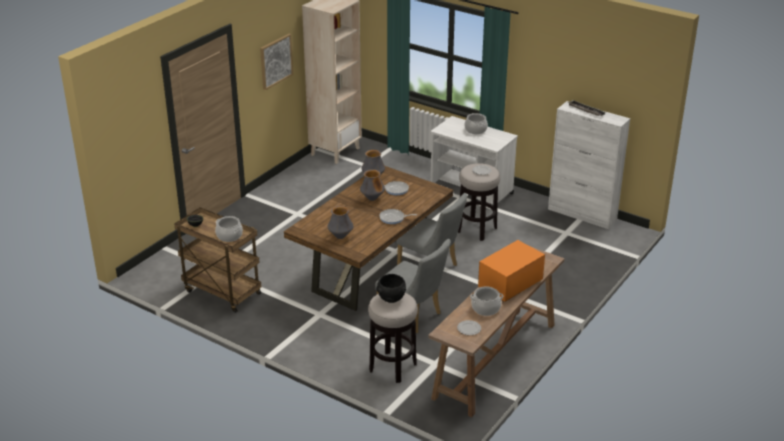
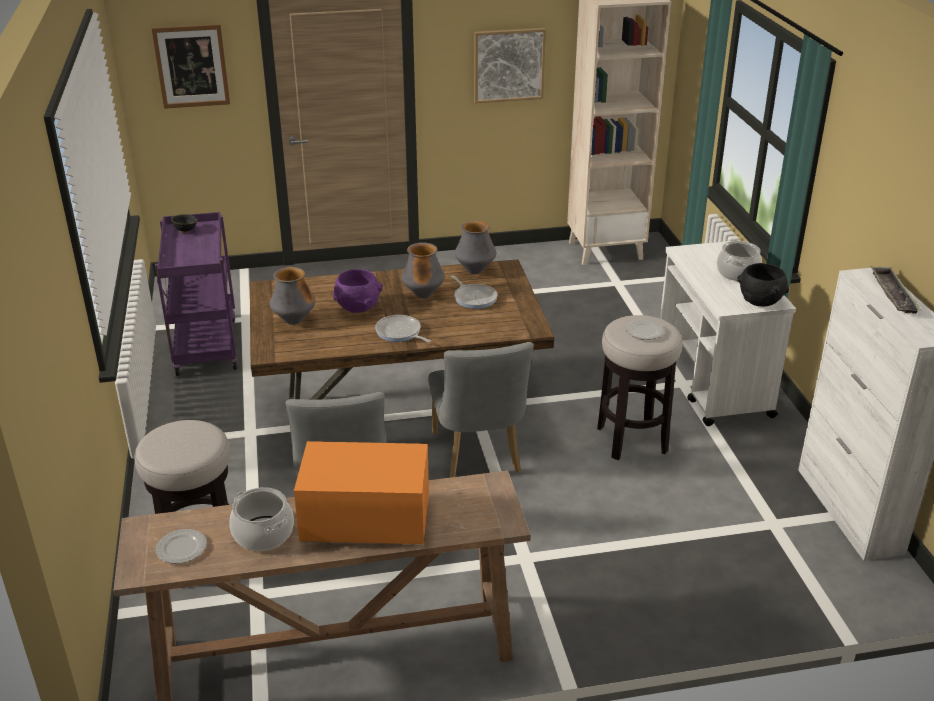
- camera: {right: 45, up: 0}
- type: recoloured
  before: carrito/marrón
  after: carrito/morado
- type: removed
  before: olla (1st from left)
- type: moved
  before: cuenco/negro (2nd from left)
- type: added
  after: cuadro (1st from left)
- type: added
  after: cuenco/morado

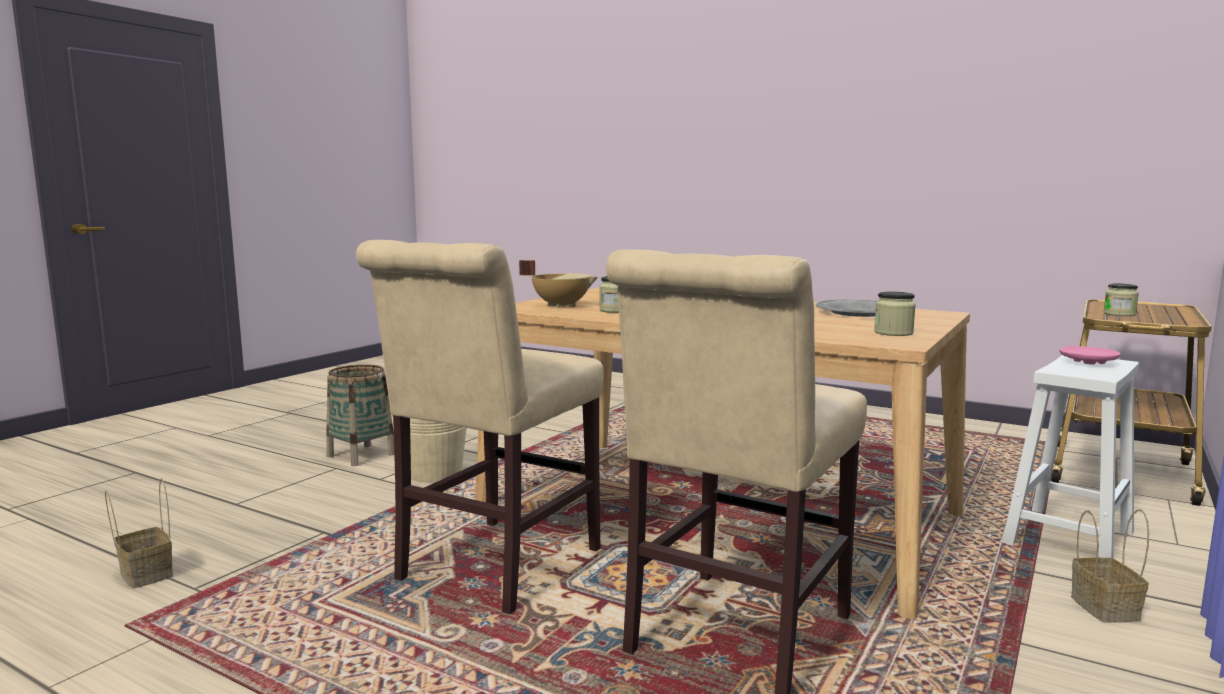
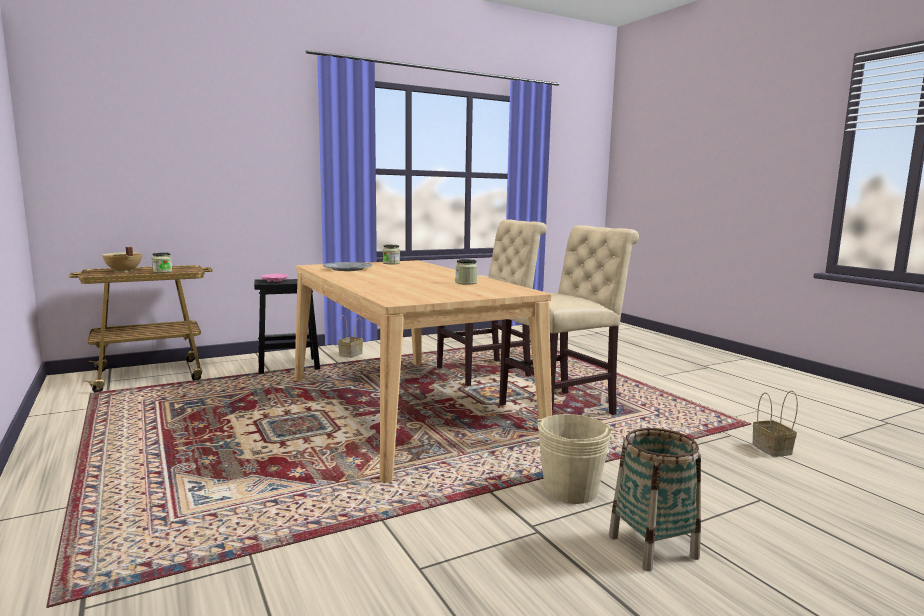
- camera: {right: -150, up: 0}
- type: moved
  before: olla/beis
- type: recoloured
  before: taburete/blanco
  after: taburete/negro

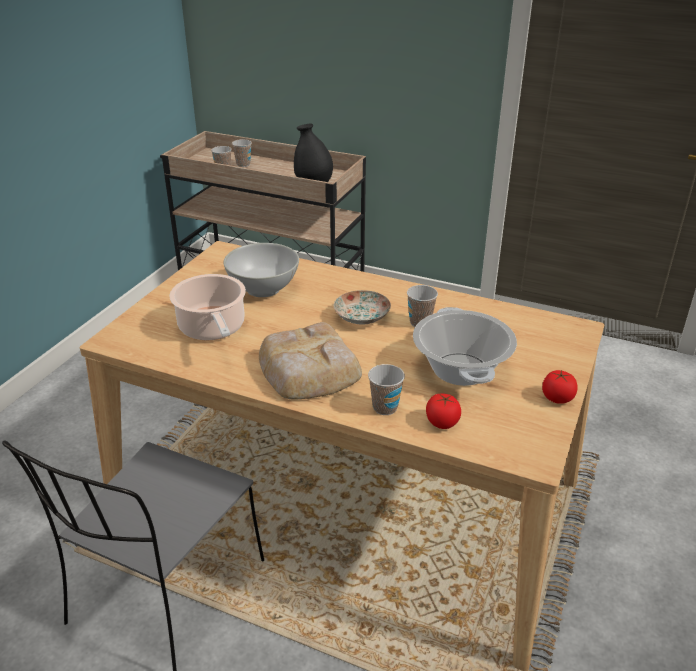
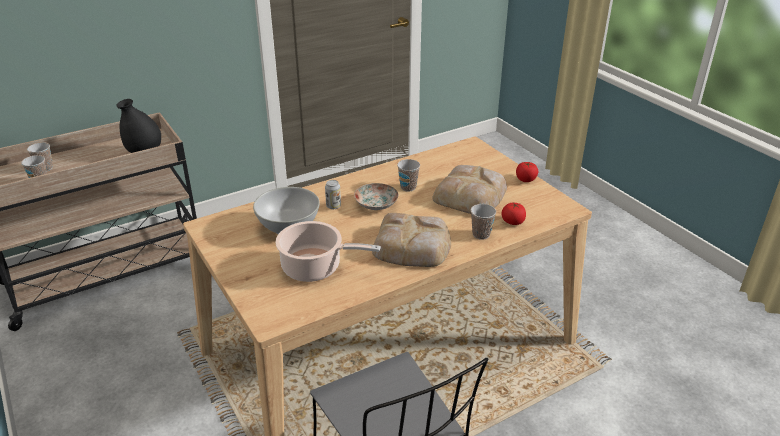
- camera: {right: -55, up: 0}
- type: replaced
  before: olla (2nd from left)
  after: pan (2nd from left)
- type: added
  after: lata

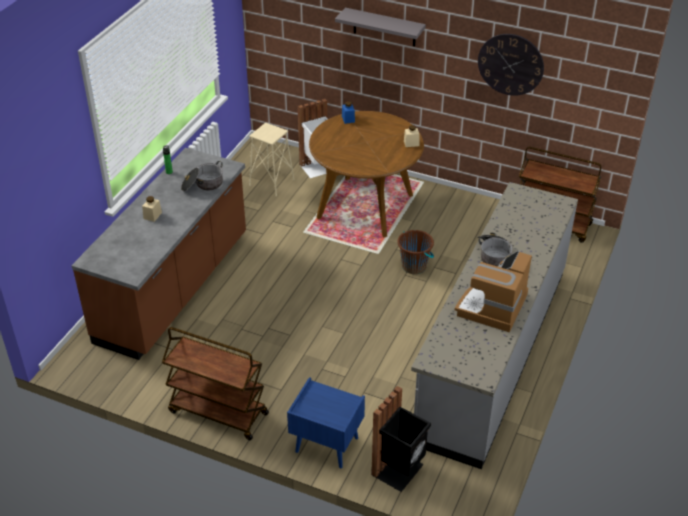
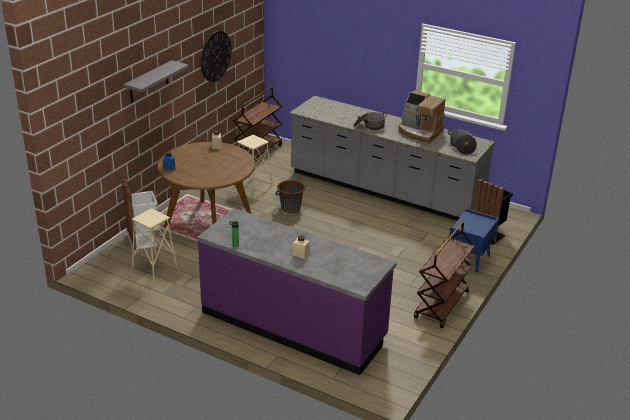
- camera: {right: -85, up: -10}
- type: recoloured
  before: mueble bajo de cocina/marrón
  after: mueble bajo de cocina/morado
- type: moved
  before: olla (1st from left in the first image)
  after: olla (2nd from left)
- type: added
  after: taburete/beis (2nd from left)

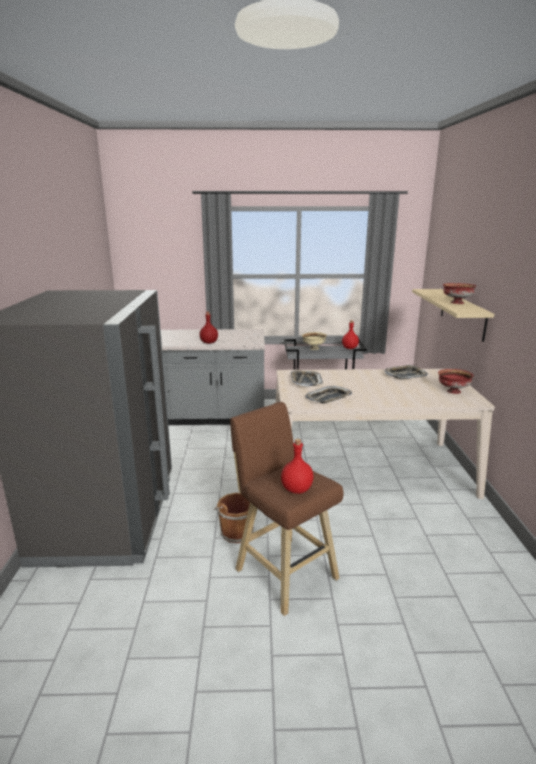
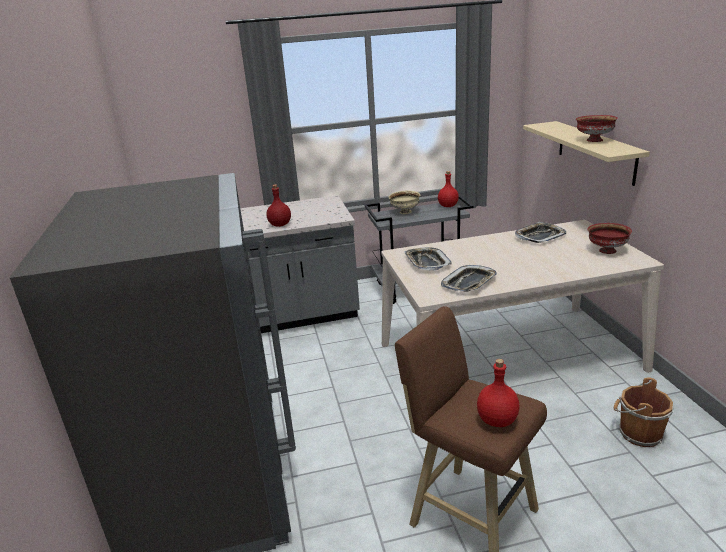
- camera: {right: -10, up: 5}
- type: moved
  before: cubo/marrón

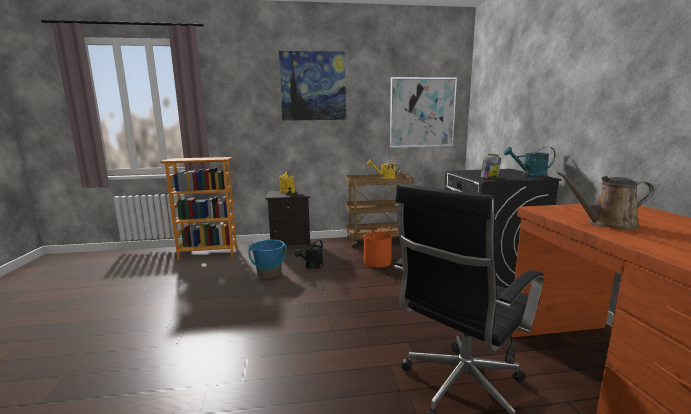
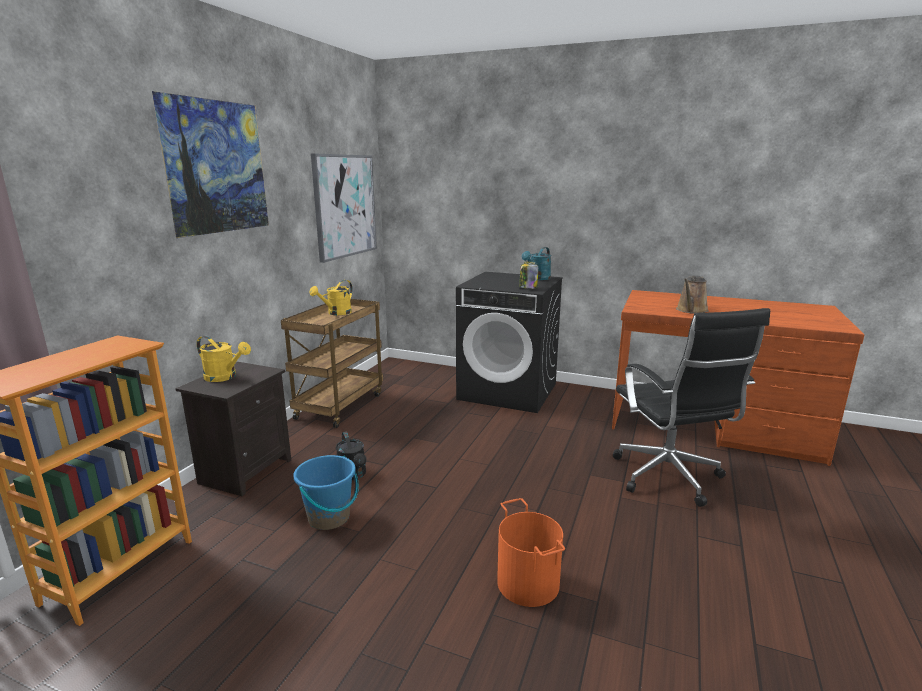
- camera: {right: -60, up: 5}
- type: moved
  before: cubo/naranja

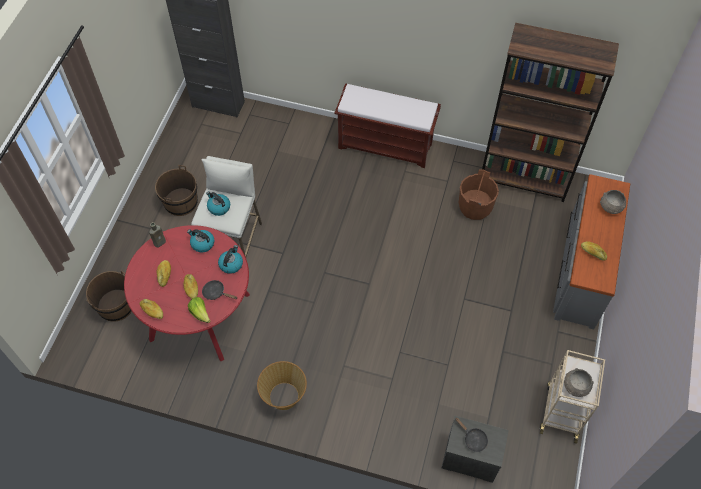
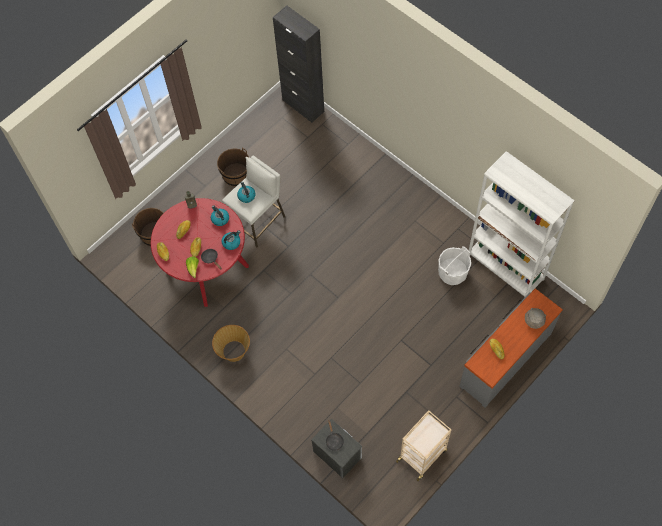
- camera: {right: 30, up: 5}
- type: recoloured
  before: estantería/marrón
  after: estantería/blanco
- type: removed
  before: banco/marrón
- type: recoloured
  before: cubo/marrón (3rd from left)
  after: cubo/blanco
- type: removed
  before: cuenco/gris (1st from left)

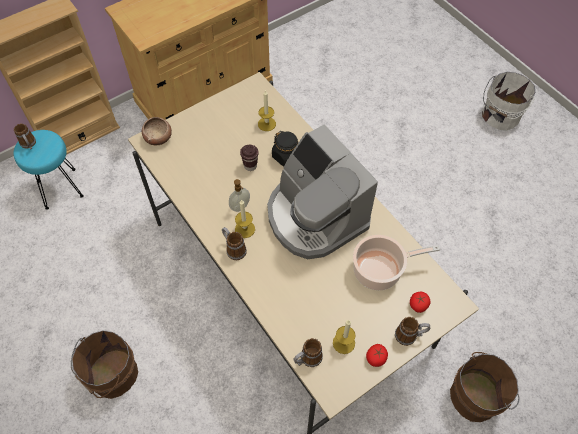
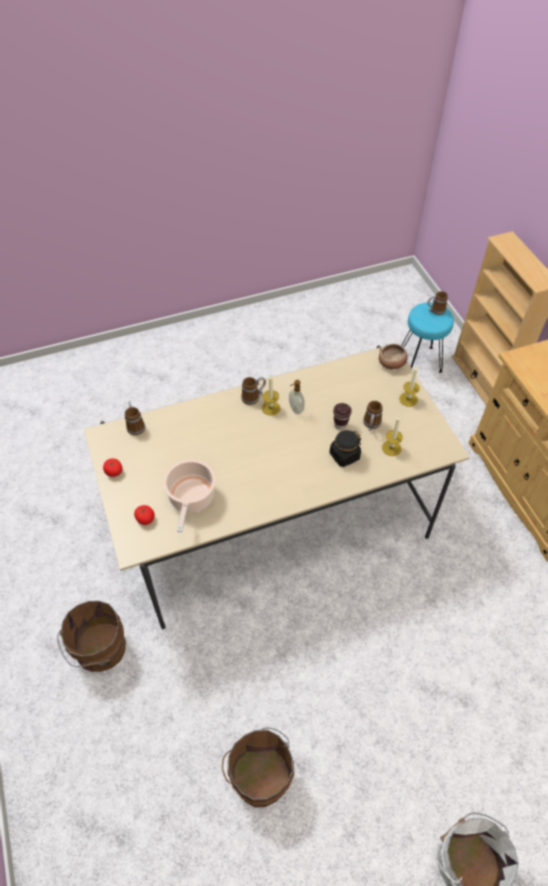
- camera: {right: 105, up: -5}
- type: removed
  before: cafetera
- type: moved
  before: taza grande (4th from left in the first image)
  after: taza grande (3rd from left)
- type: moved
  before: vela (3rd from left)
- type: moved
  before: cubo/marrón (1st from left in the first image)
  after: cubo/marrón (2nd from left)

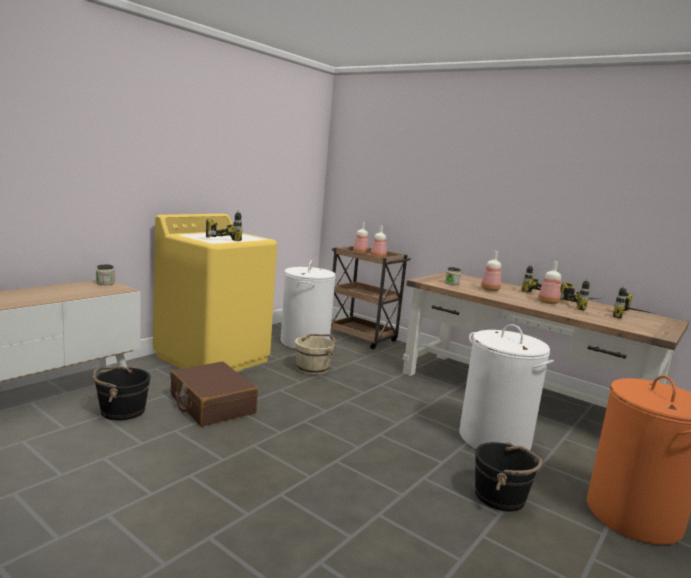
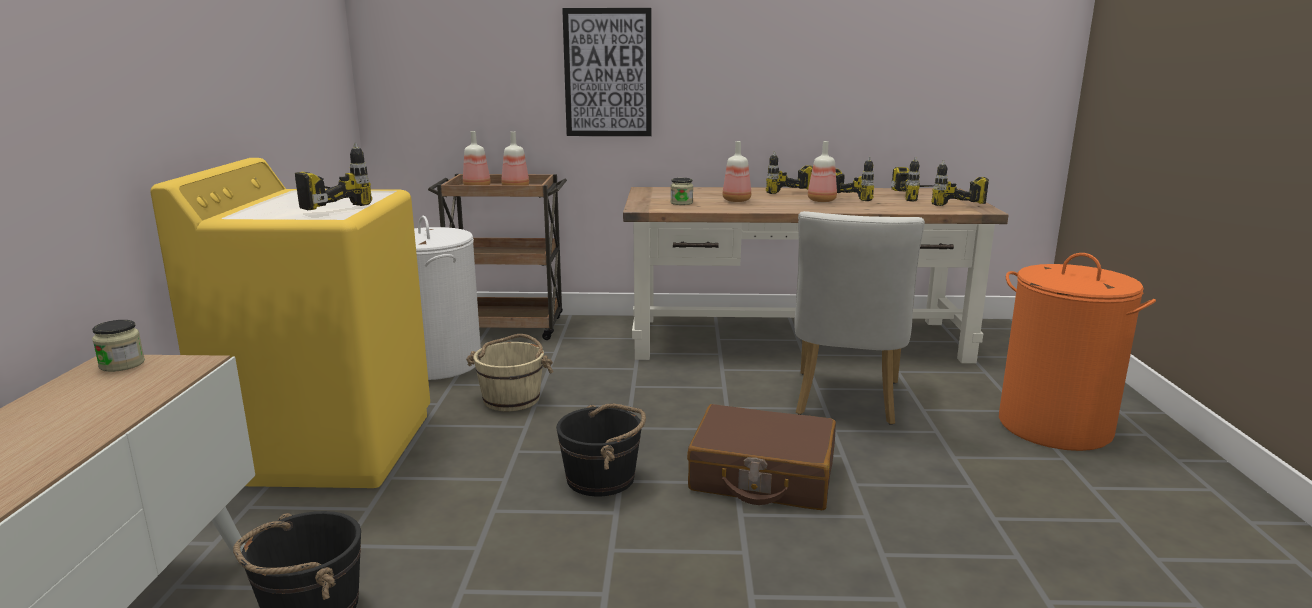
- camera: {right: -35, up: 5}
- type: replaced
  before: cesto de la ropa/blanco (2nd from left)
  after: silla/blanco
- type: moved
  before: maleta/marrón
- type: moved
  before: cubo/negro (2nd from left)
- type: added
  after: cuadro
- type: added
  after: taladro (5th from left)

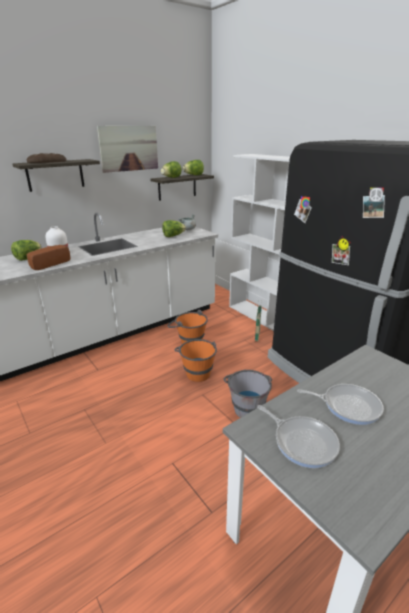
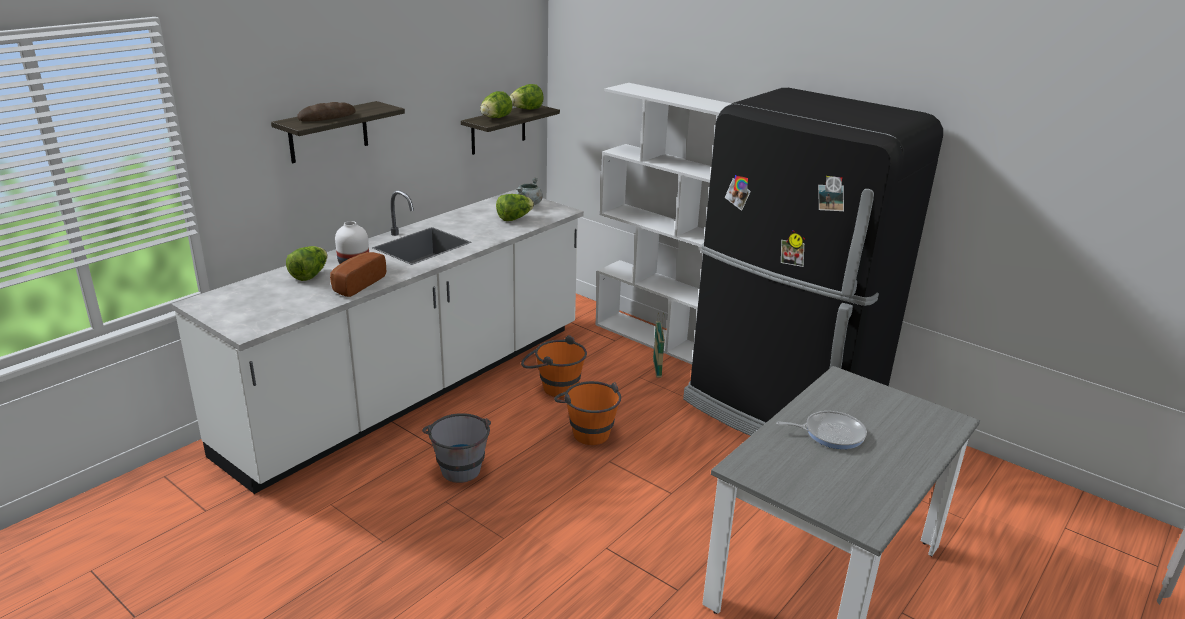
- camera: {right: -15, up: 0}
- type: removed
  before: cuadro
- type: moved
  before: cubo/gris
- type: removed
  before: sartén (1st from left)

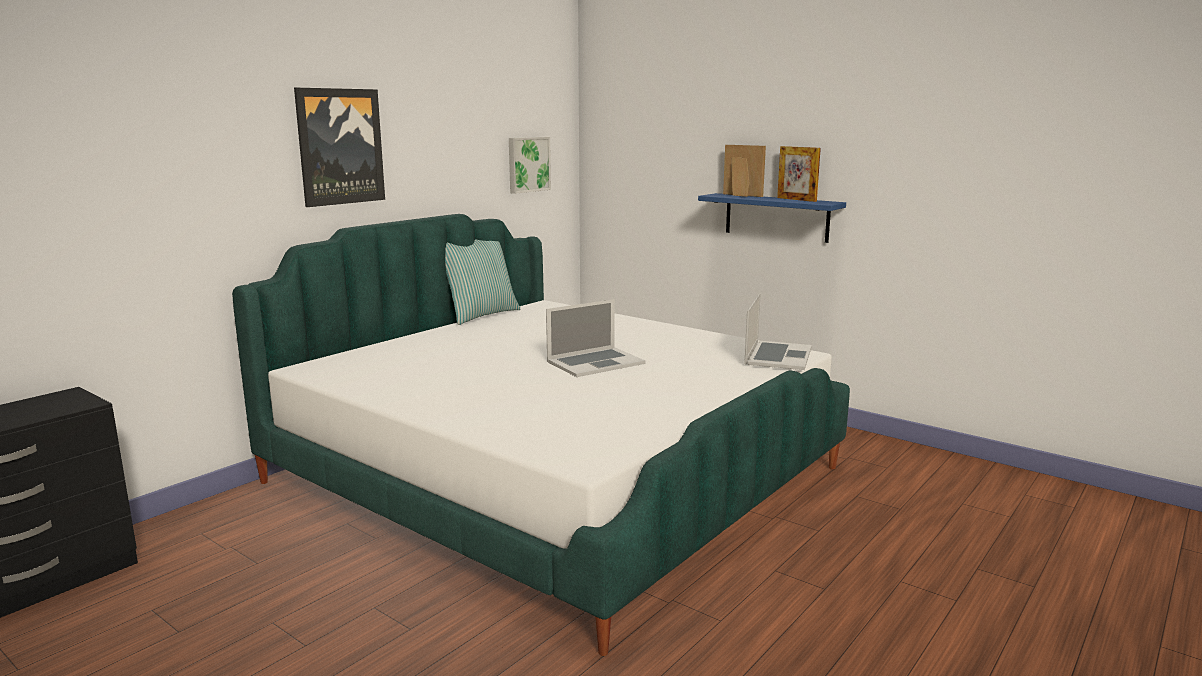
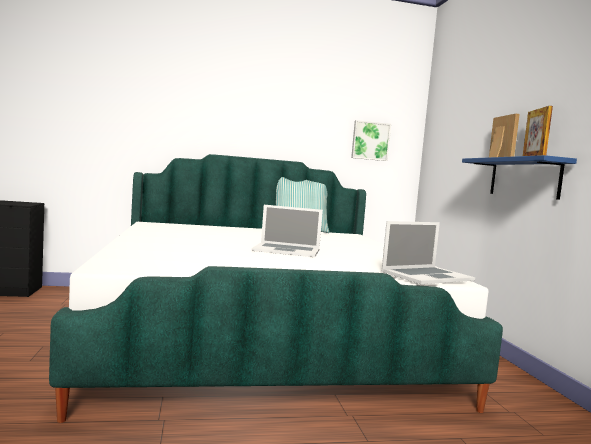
- camera: {right: 40, up: -10}
- type: removed
  before: cuadro (1st from left)

